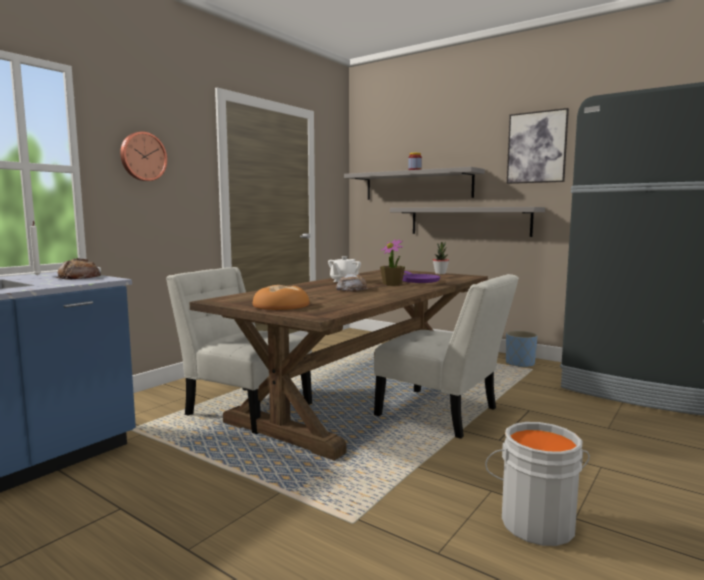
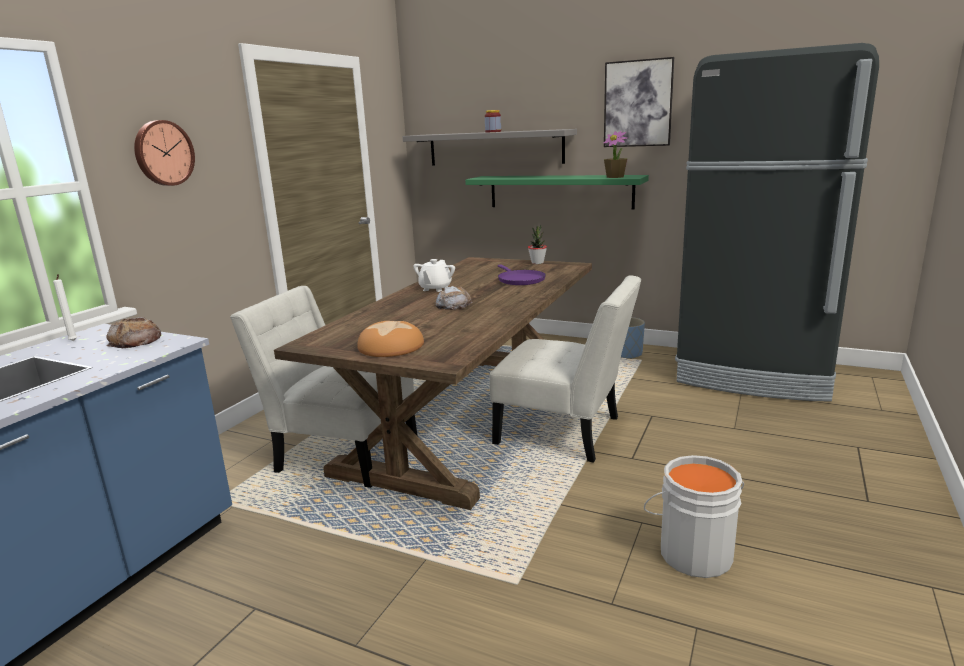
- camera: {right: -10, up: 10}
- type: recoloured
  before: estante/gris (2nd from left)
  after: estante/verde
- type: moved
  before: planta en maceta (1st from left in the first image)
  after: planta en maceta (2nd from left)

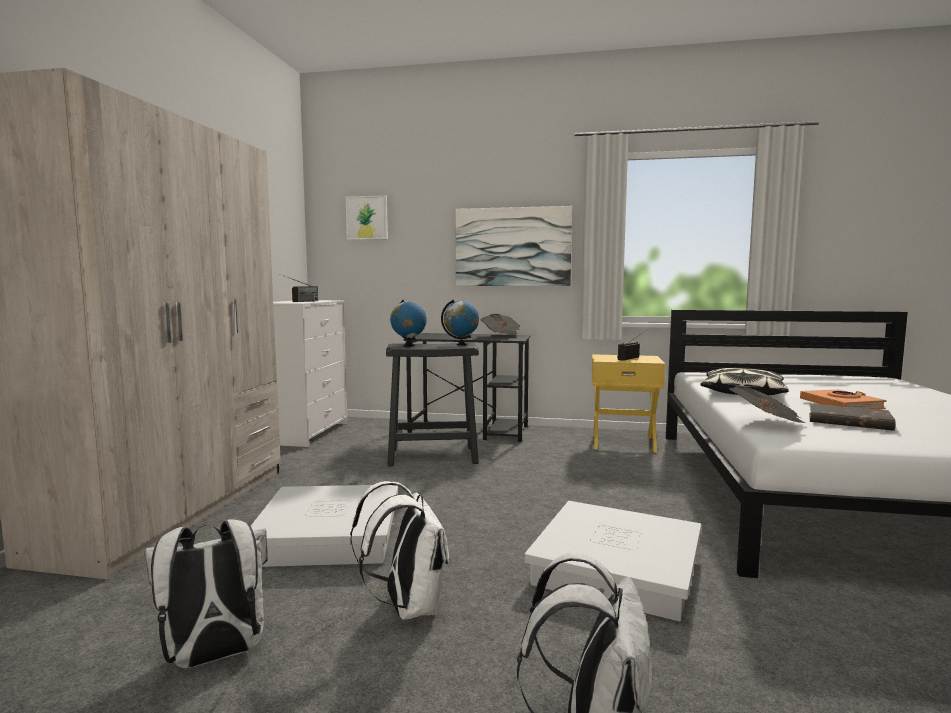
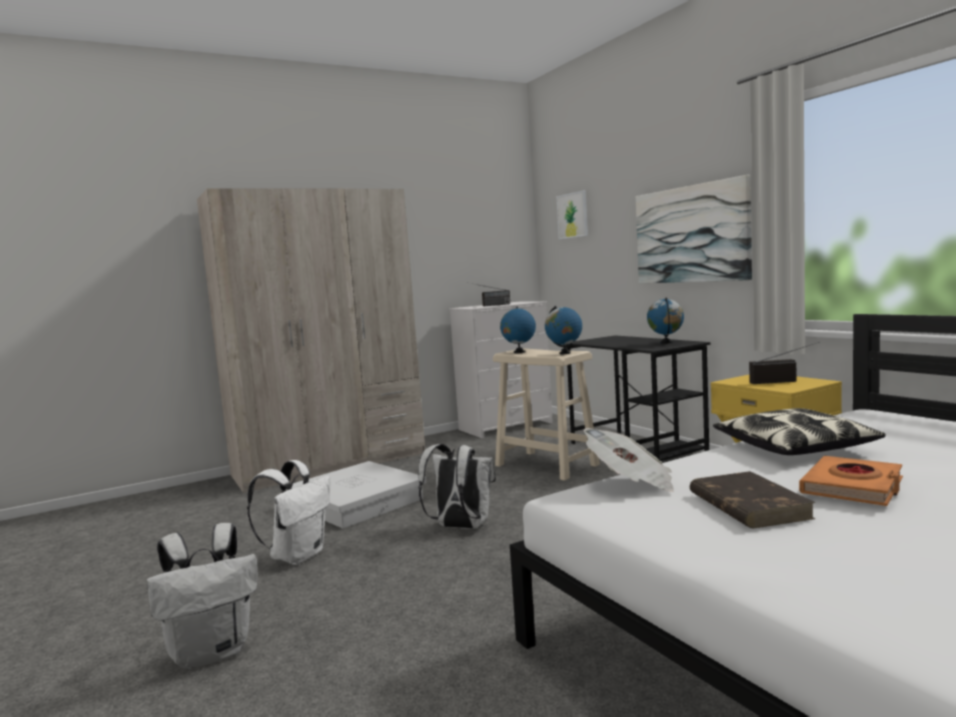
- camera: {right: 50, up: 0}
- type: replaced
  before: periódico (1st from left)
  after: globo terráqueo (3rd from left)
- type: recoloured
  before: taburete/negro
  after: taburete/beis
- type: removed
  before: caja de almacenaje/blanco (2nd from left)
- type: moved
  before: mochila/blanco (1st from left in the first image)
  after: mochila/blanco (3rd from left)

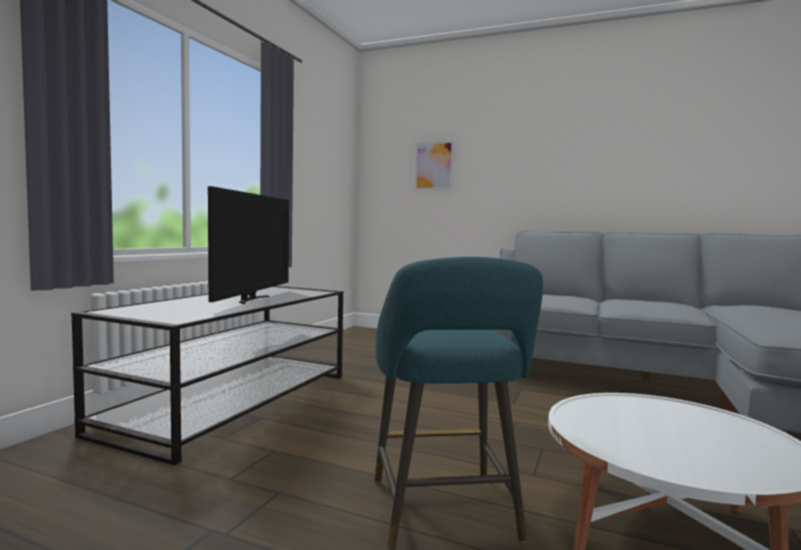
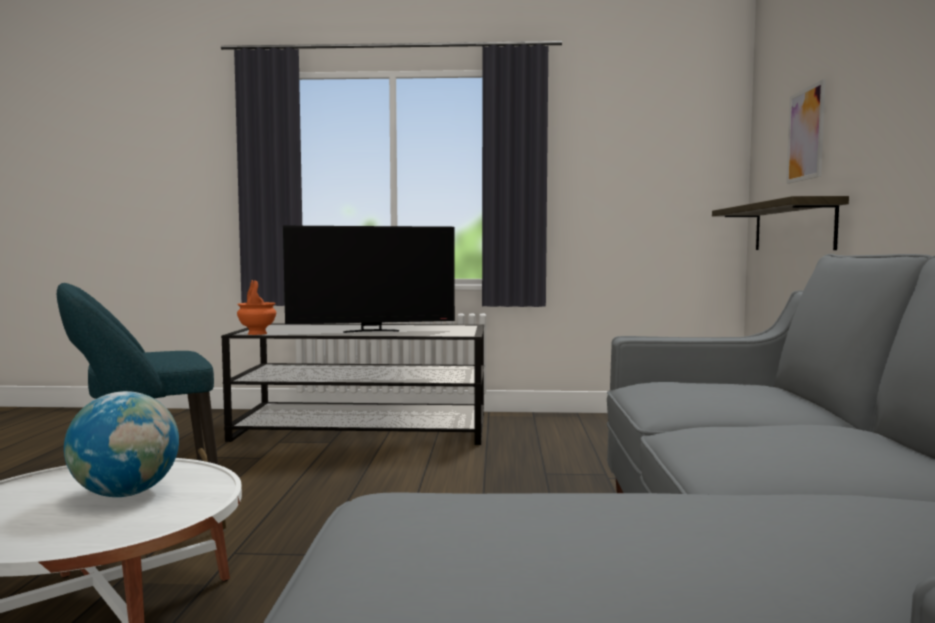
- camera: {right: 70, up: 0}
- type: added
  after: estante
- type: added
  after: florero/naranja
- type: added
  after: globo terráqueo

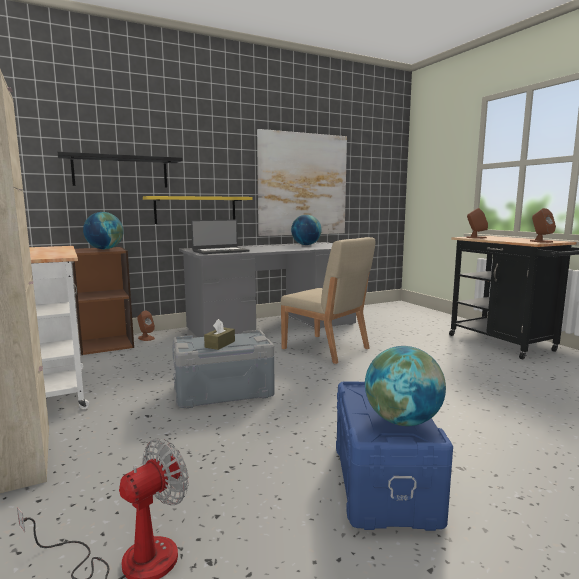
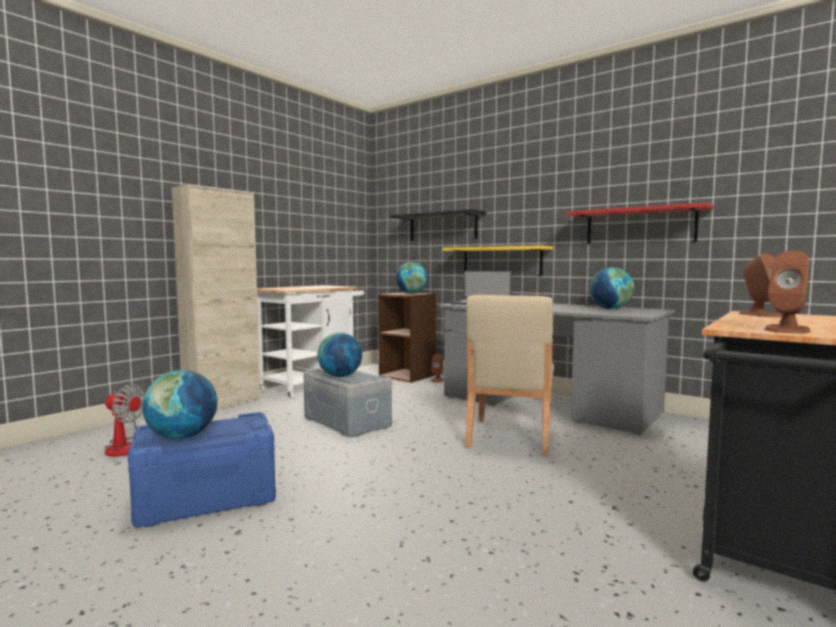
- camera: {right: 65, up: -5}
- type: replaced
  before: cuadro
  after: estante/rojo
- type: replaced
  before: caja de pañuelos/marrón
  after: globo terráqueo (2nd from left)

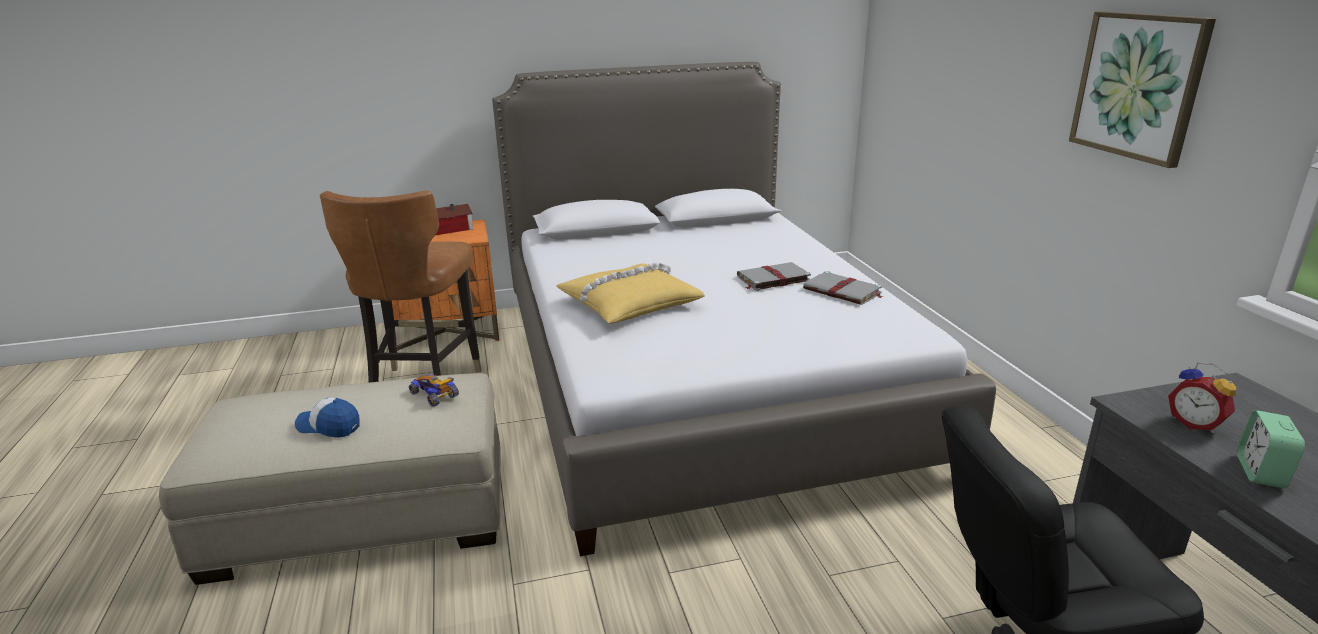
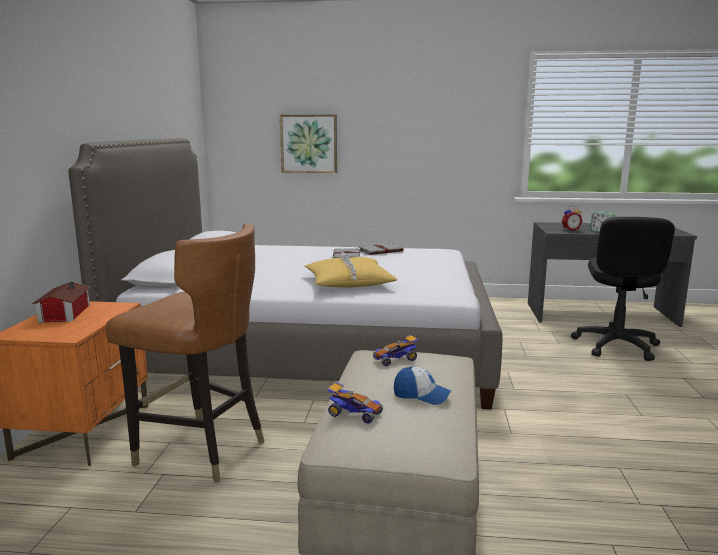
- camera: {right: -70, up: -10}
- type: moved
  before: cuadro
- type: turned
  before: gorra
  turn: -105
- type: added
  after: coche de juguete (1st from left)

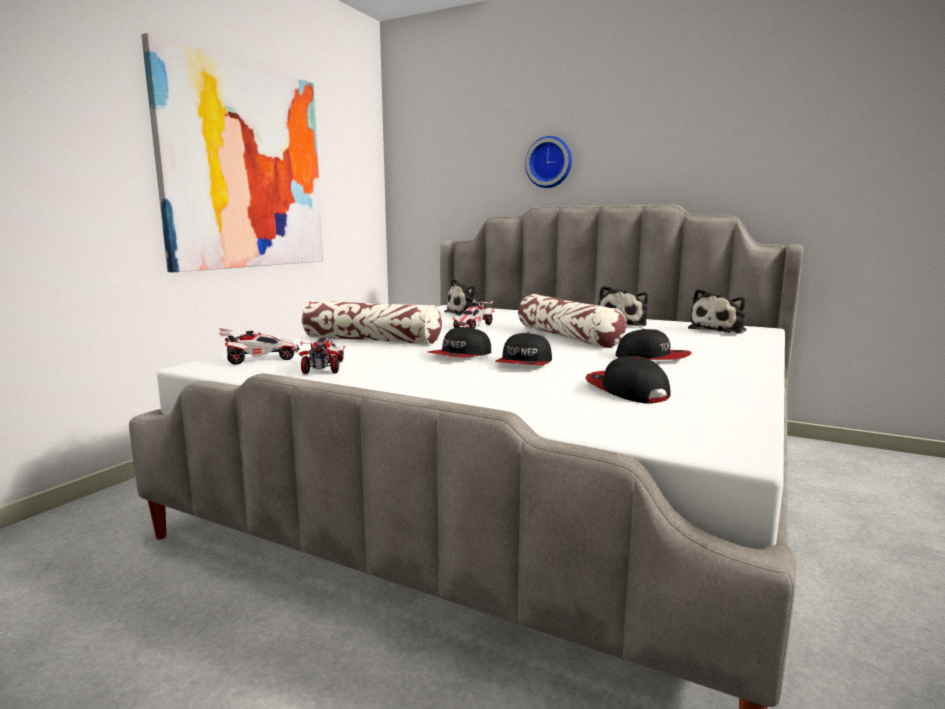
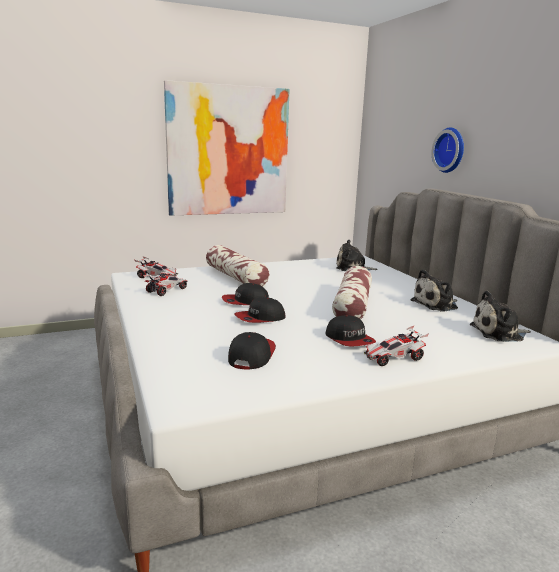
- camera: {right: 40, up: 5}
- type: moved
  before: coche de juguete (3rd from left)

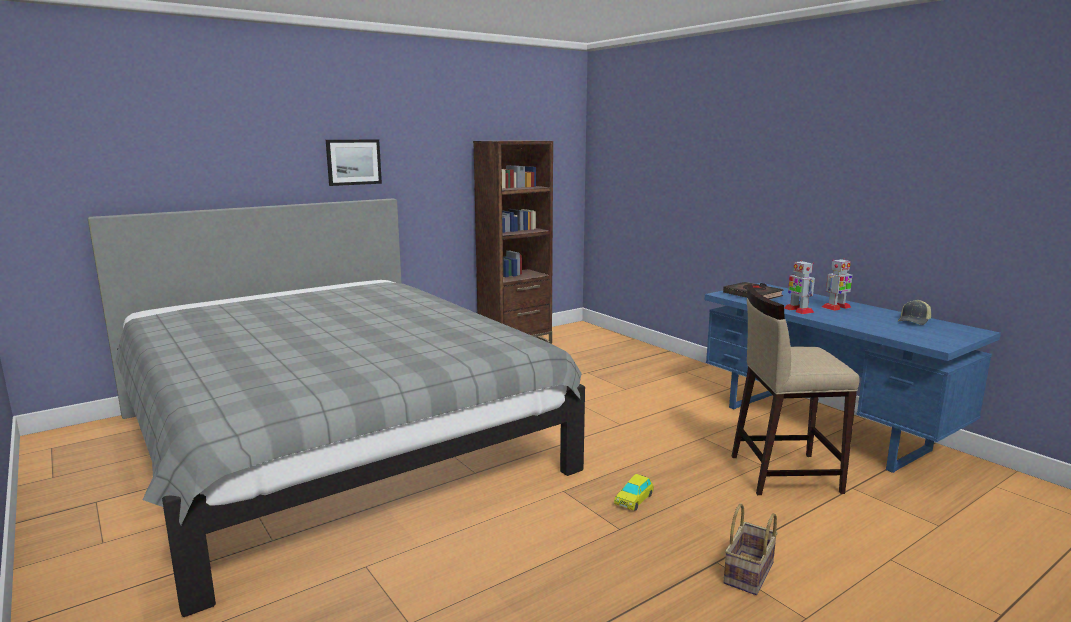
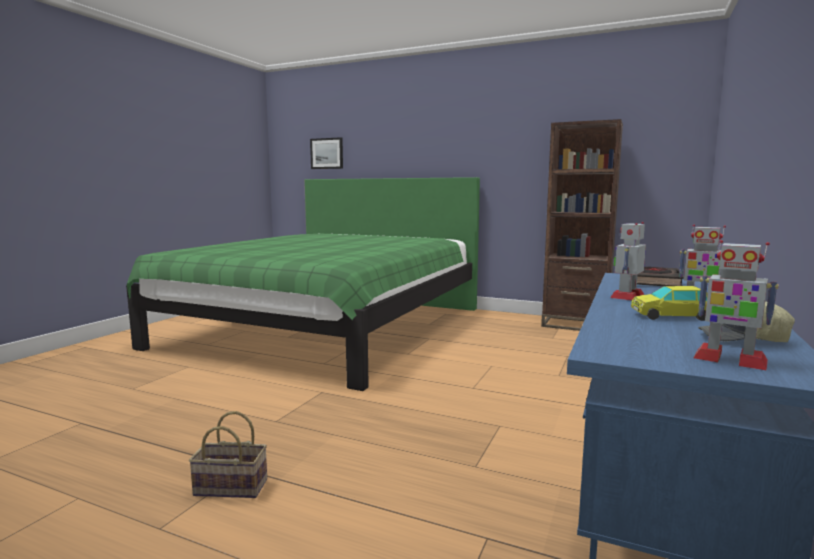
- camera: {right: 60, up: -5}
- type: moved
  before: cuadro
- type: recoloured
  before: cama/gris
  after: cama/verde
- type: removed
  before: taburete/beis
- type: moved
  before: coche de juguete
- type: added
  after: robot de juguete (3rd from left)

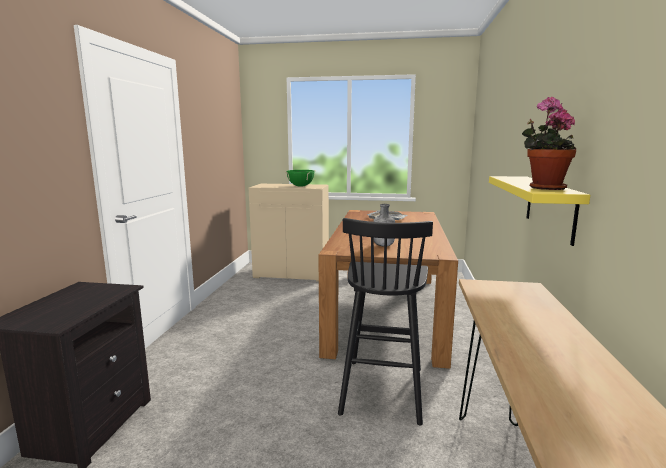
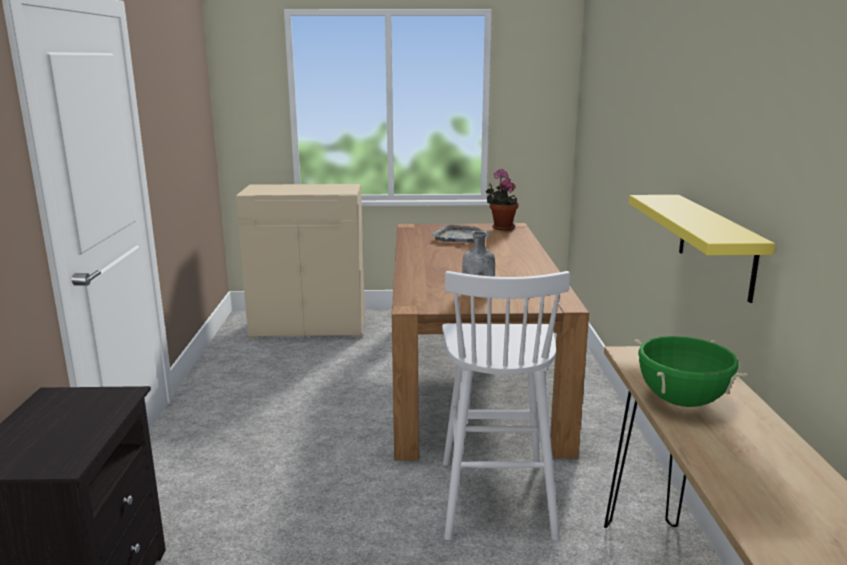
- camera: {right: -10, up: 5}
- type: moved
  before: planta en maceta
- type: moved
  before: olla/verde
- type: recoloured
  before: taburete/negro
  after: taburete/blanco

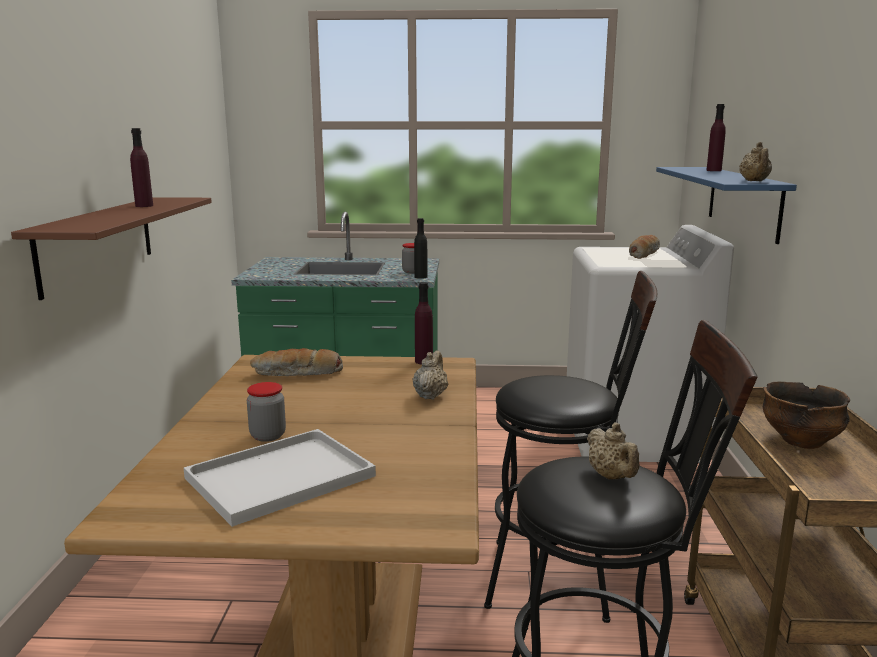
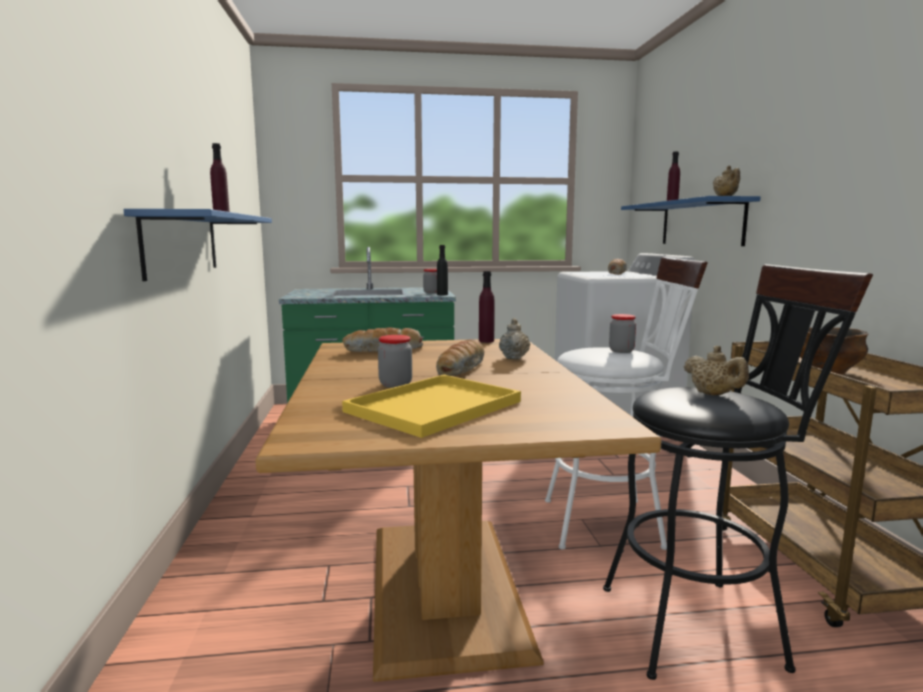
- camera: {right: -10, up: -5}
- type: recoloured
  before: estante/marrón
  after: estante/azul (1st from left)
- type: recoloured
  before: taburete/negro (1st from left)
  after: taburete/blanco
- type: recoloured
  before: bandeja/blanco
  after: bandeja/amarillo
- type: added
  after: tarro (3rd from left)
- type: added
  after: pan (2nd from left)

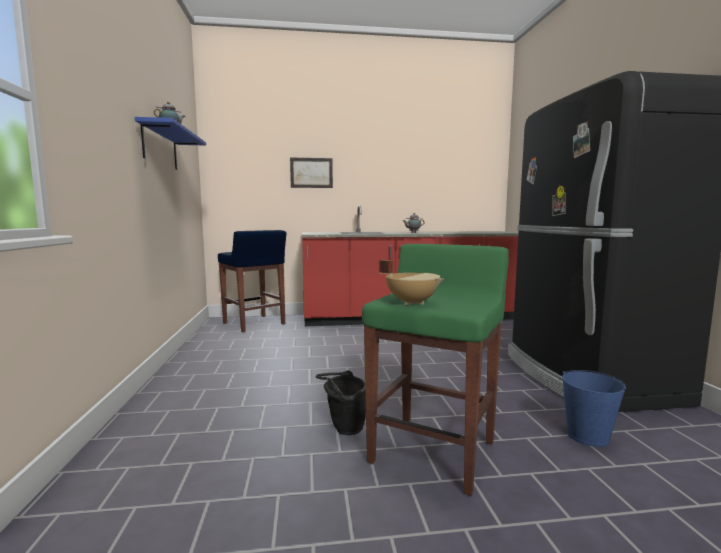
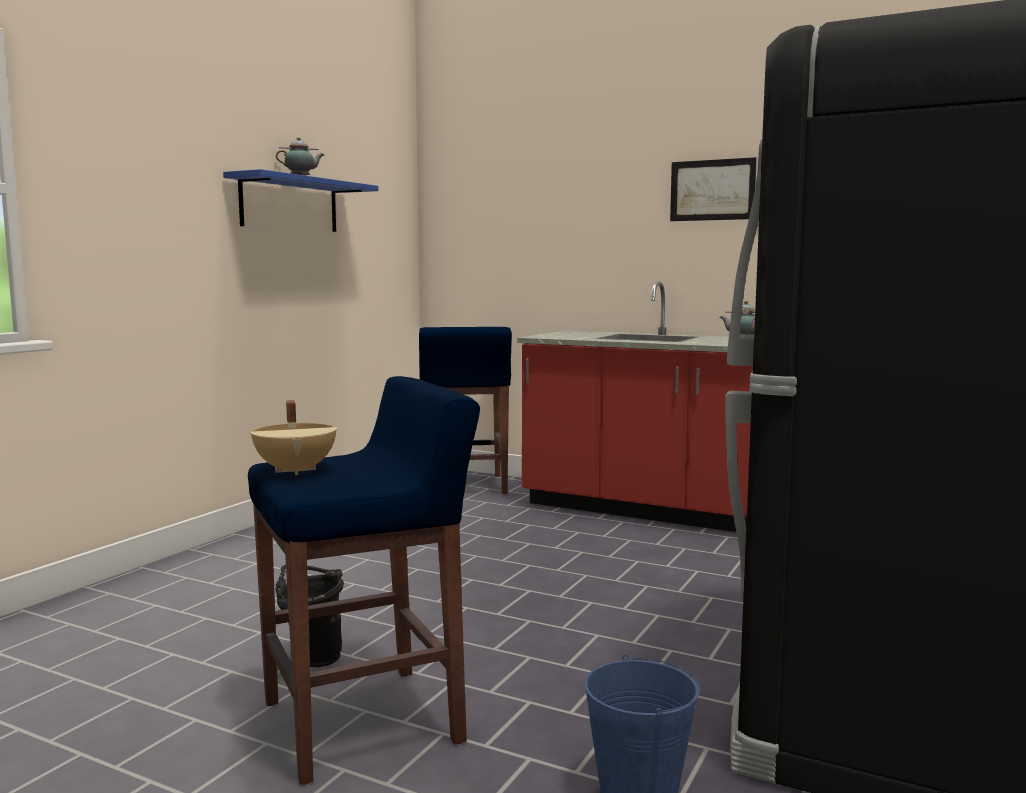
- camera: {right: 35, up: 0}
- type: moved
  before: cuadro
- type: recoloured
  before: taburete/verde
  after: taburete/azul (1st from left)

